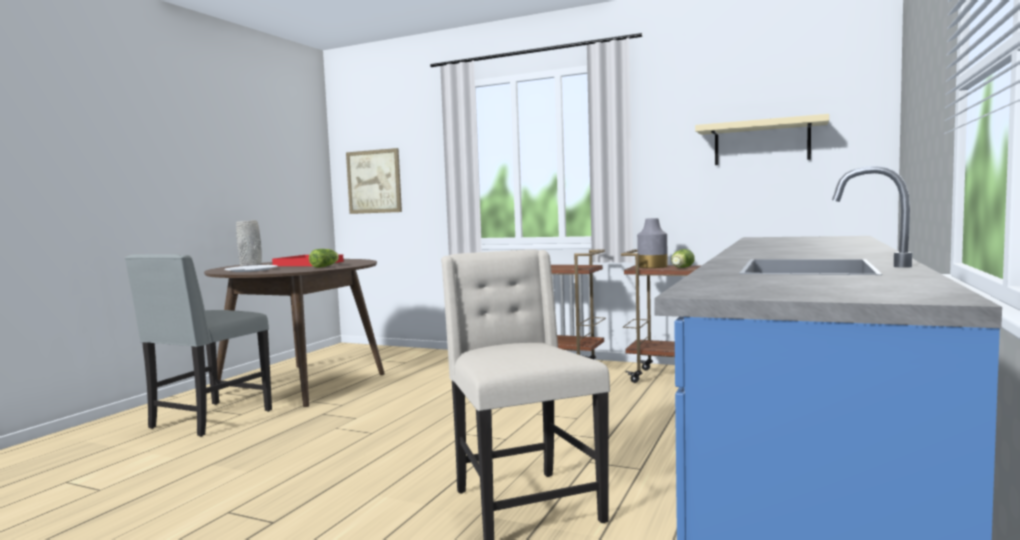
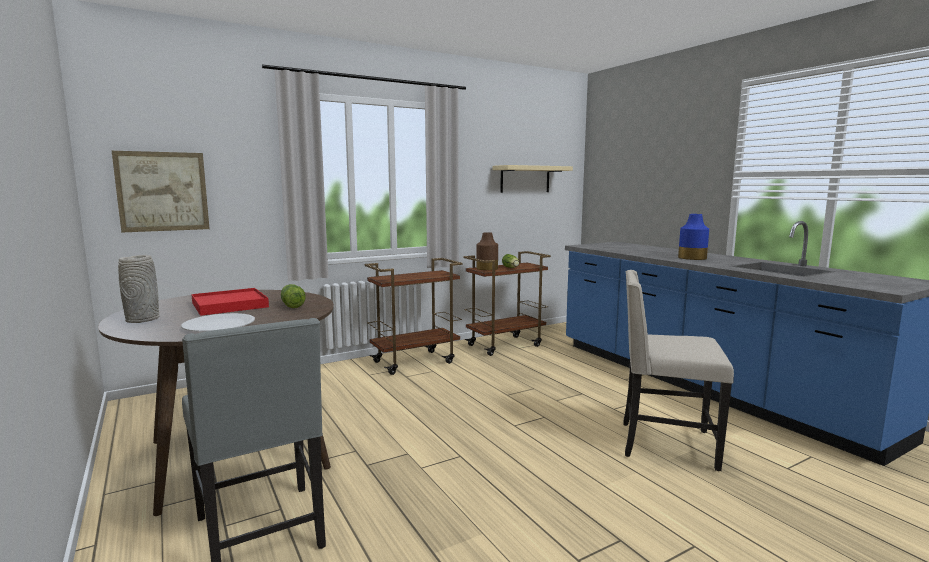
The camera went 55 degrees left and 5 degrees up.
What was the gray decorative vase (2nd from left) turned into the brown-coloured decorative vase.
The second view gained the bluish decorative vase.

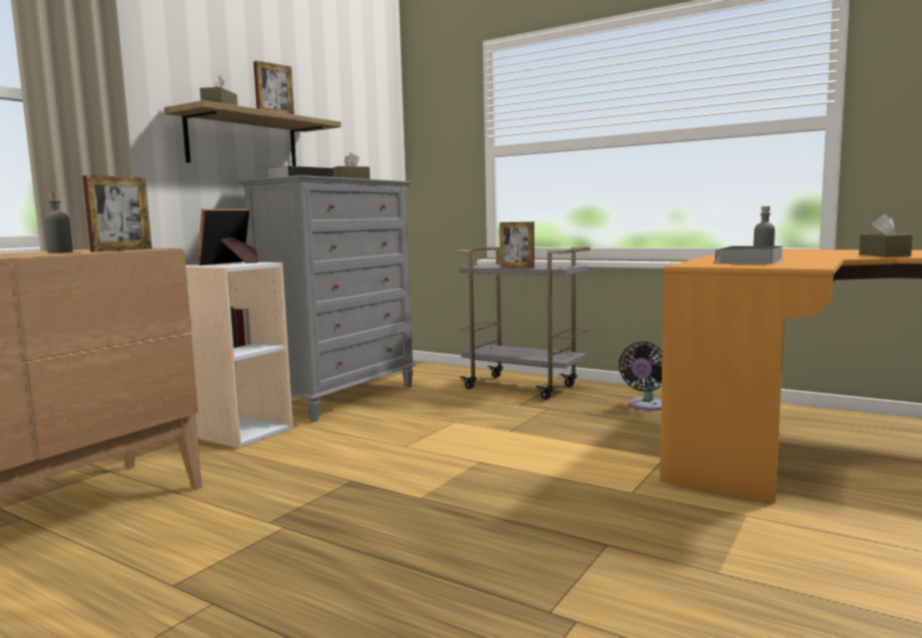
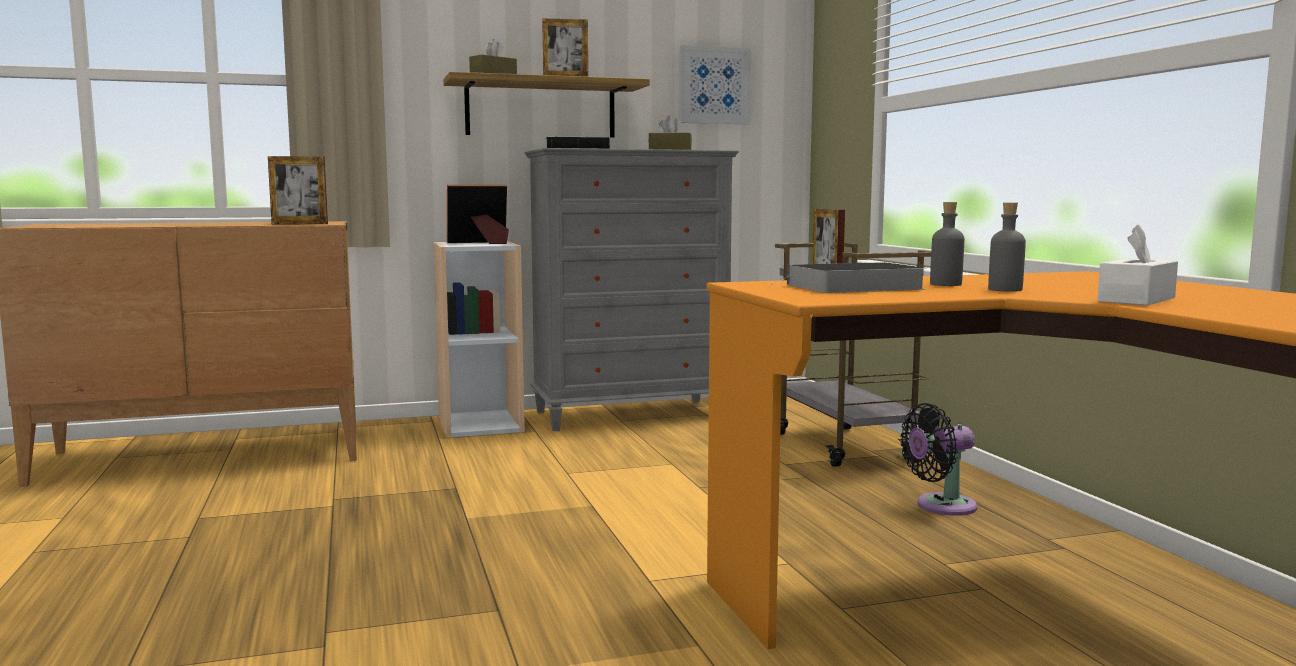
The camera went 40 degrees right and 0 degrees up.
The gray drink bottle (1st from left in the first image) ended up elsewhere.
What was the brown-coloured box of tissues (3rd from left) turned into the white-coloured box of tissues.
The second view gained the wall art.

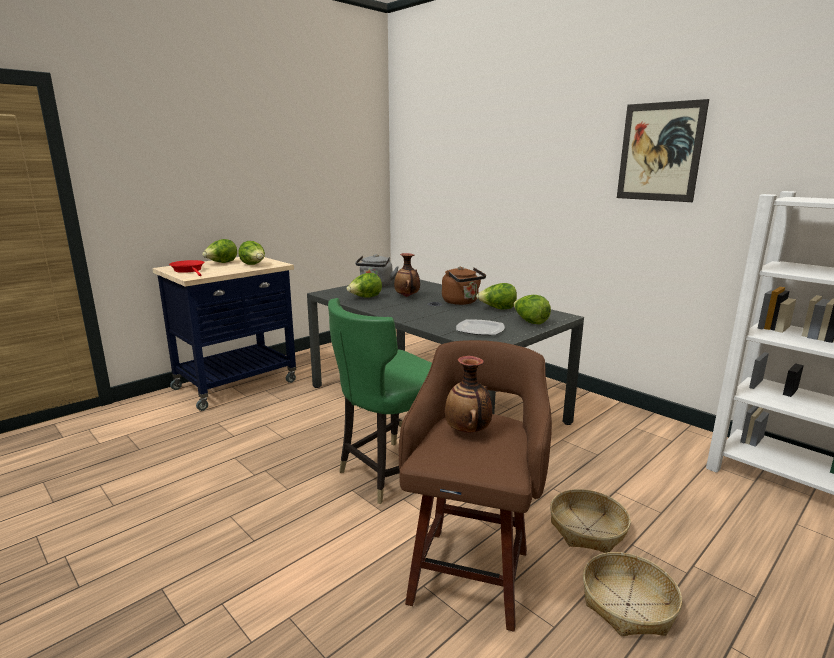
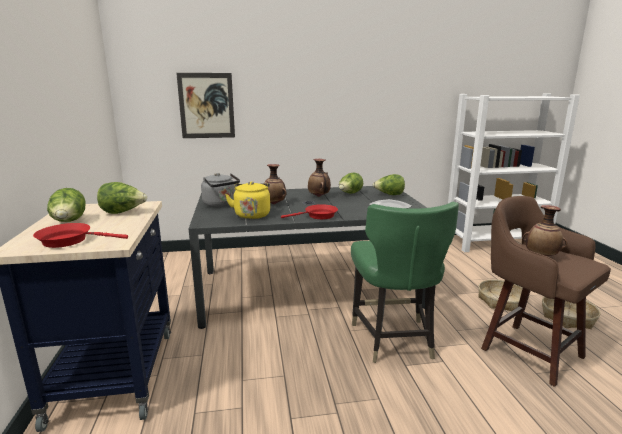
The camera went 55 degrees left and 0 degrees up.
Where the head of lettuce (3rd from left) stood, the yellow-coloured water kettle came to stand.
Where the brown-coloured water kettle stood, the decorative vase (2nd from left) came to stand.
The wall art ended up elsewhere.
The second view gained the red frying pan (2nd from left).

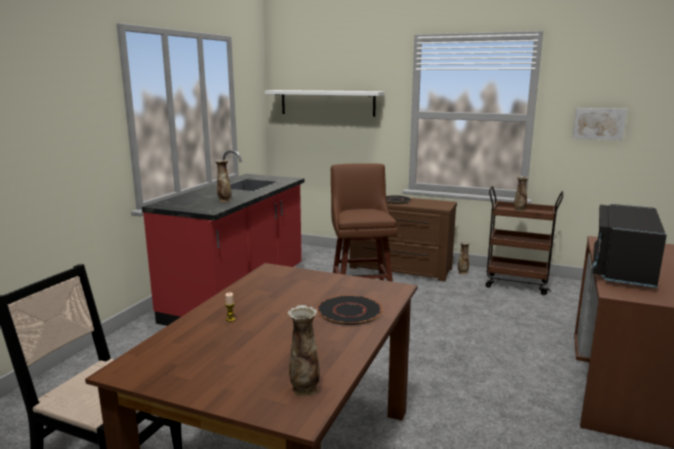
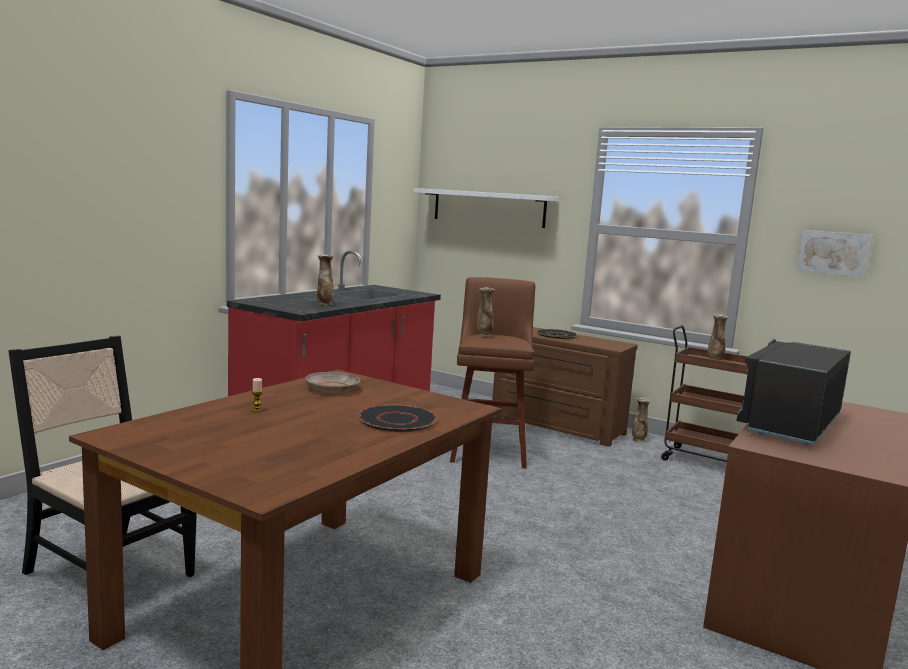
The camera went 10 degrees right and 5 degrees down.
The decorative vase (2nd from left) ended up elsewhere.
The second view gained the beige-coloured plate.

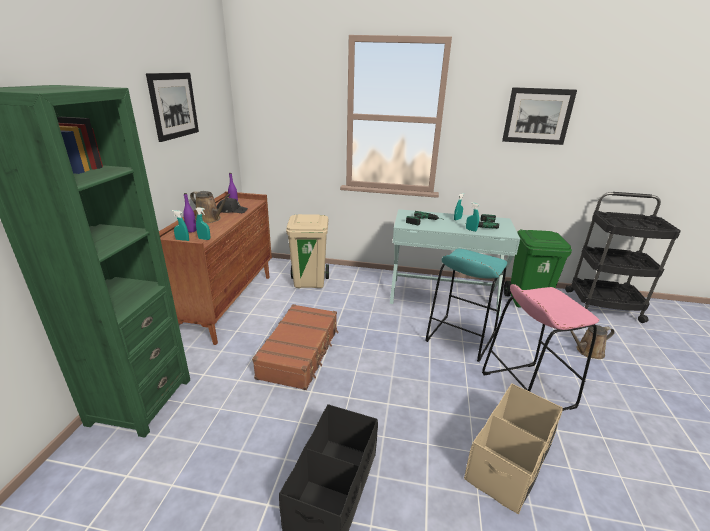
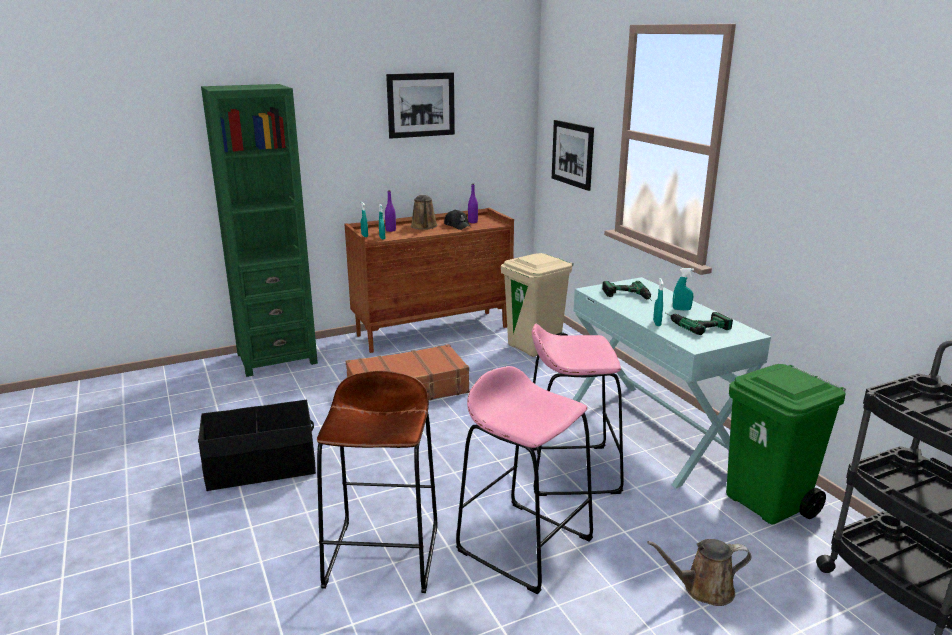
The camera went 55 degrees right and 5 degrees down.
What was the turquoise-coloured sitting stool turned into the pinkish sitting stool (2nd from left).
Where the beige-coloured storage box stood, the brown-coloured sitting stool came to stand.
The wall art (2nd from left) ended up elsewhere.
The brown-coloured sprinkling can (2nd from left) ended up facing another way, 45 degrees counterclockwise from before.

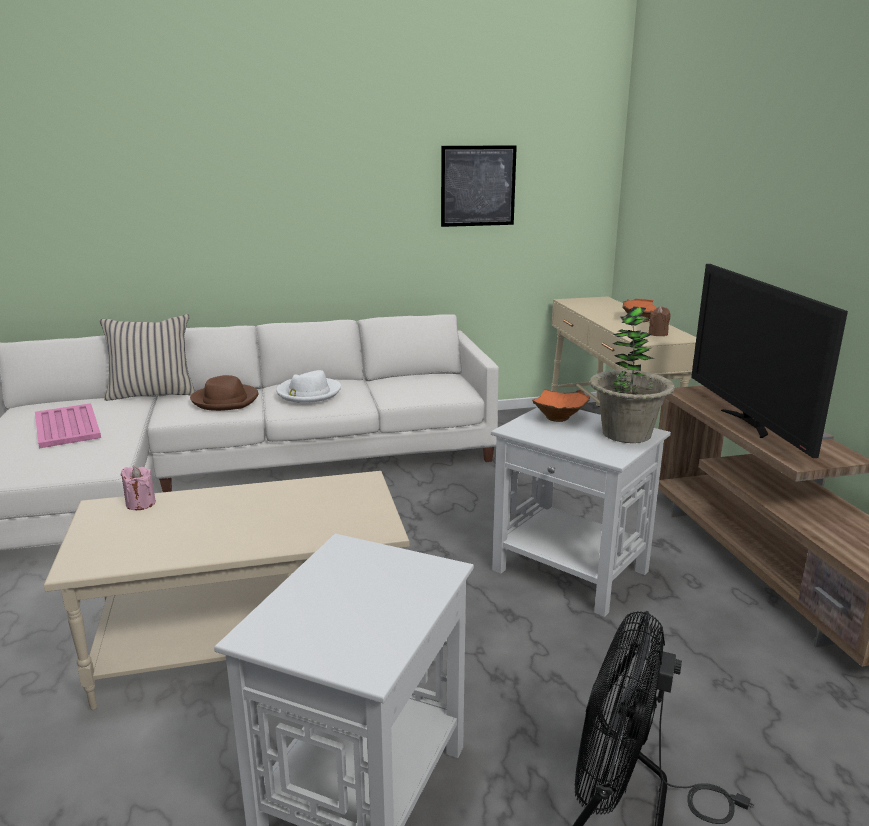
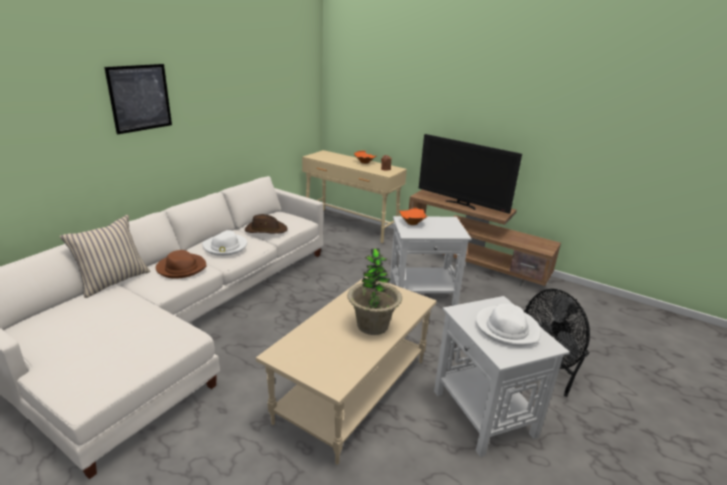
The camera went 45 degrees left and 5 degrees up.
The second view lost the pinkish tray.
The second view lost the pinkish wax candle.
The wall art ended up elsewhere.
The houseplant ended up elsewhere.
The second view gained the brown-coloured hat (2nd from left).
The second view gained the white-coloured hat (2nd from left).

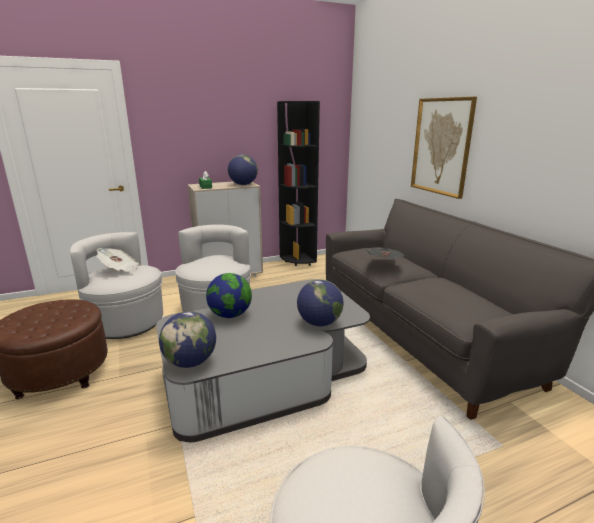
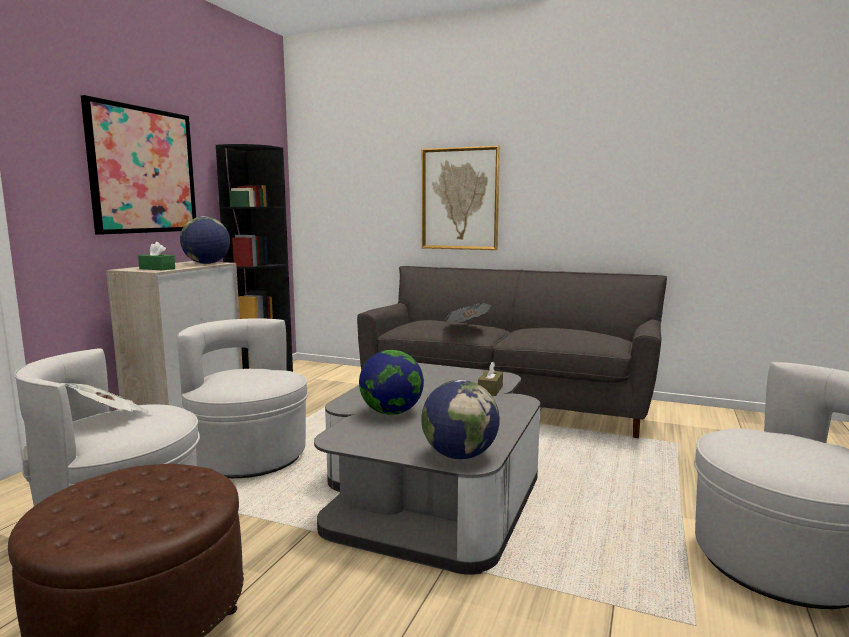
The camera went 45 degrees left and 10 degrees down.
Where the globe (4th from left) stood, the brown-coloured box of tissues came to stand.
The second view gained the wall art (1st from left).

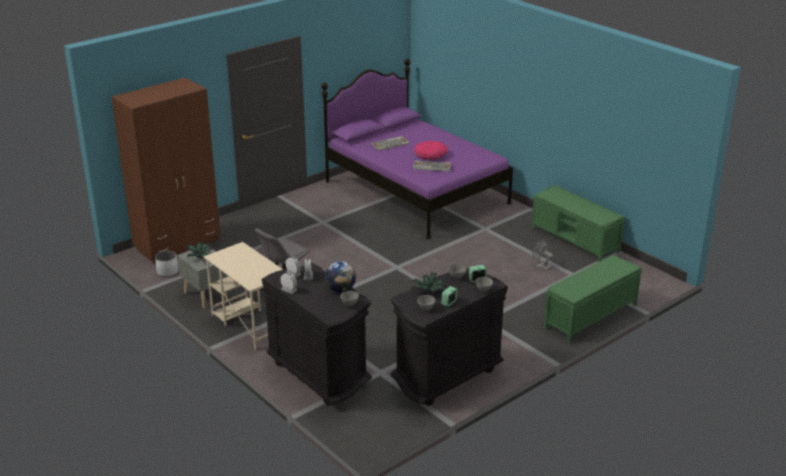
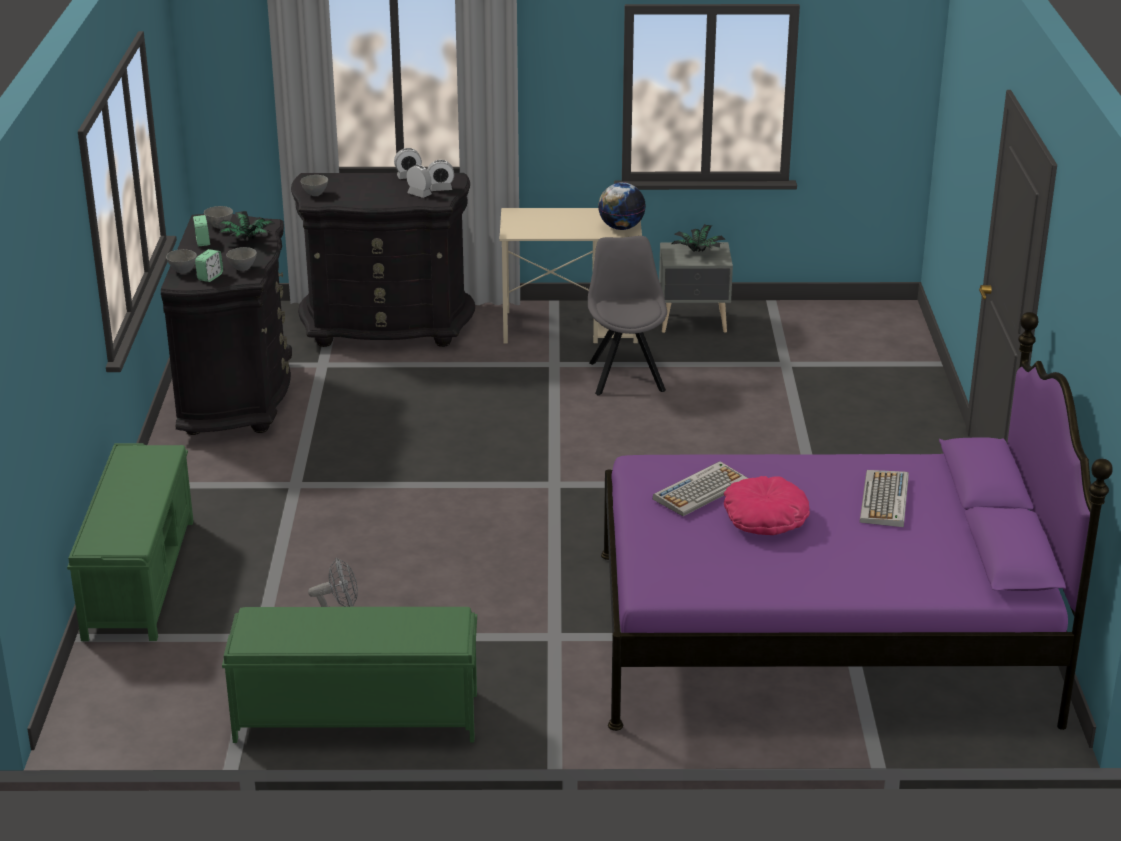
The camera went 130 degrees right and 0 degrees up.
The second view lost the brown-coloured clothes cupboard.
The second view lost the white-coloured flower pot.
The globe ended up elsewhere.

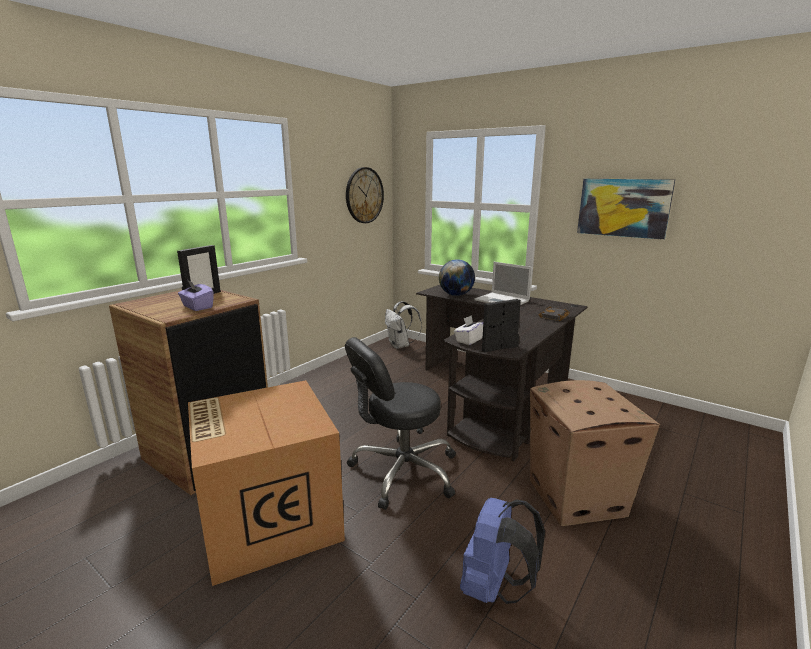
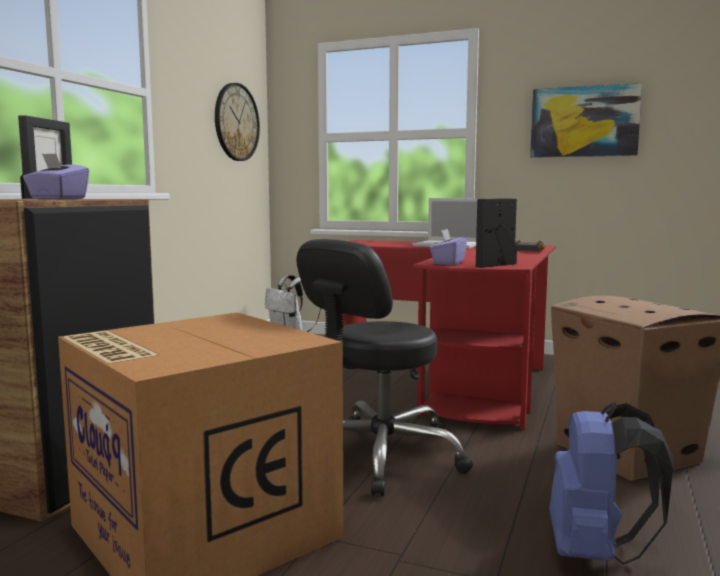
The camera went 15 degrees left and 10 degrees down.
What was the blackish desk unit turned into the red desk unit.
The second view lost the globe.
What was the white-coloured box of tissues turned into the purplish box of tissues (2nd from left).

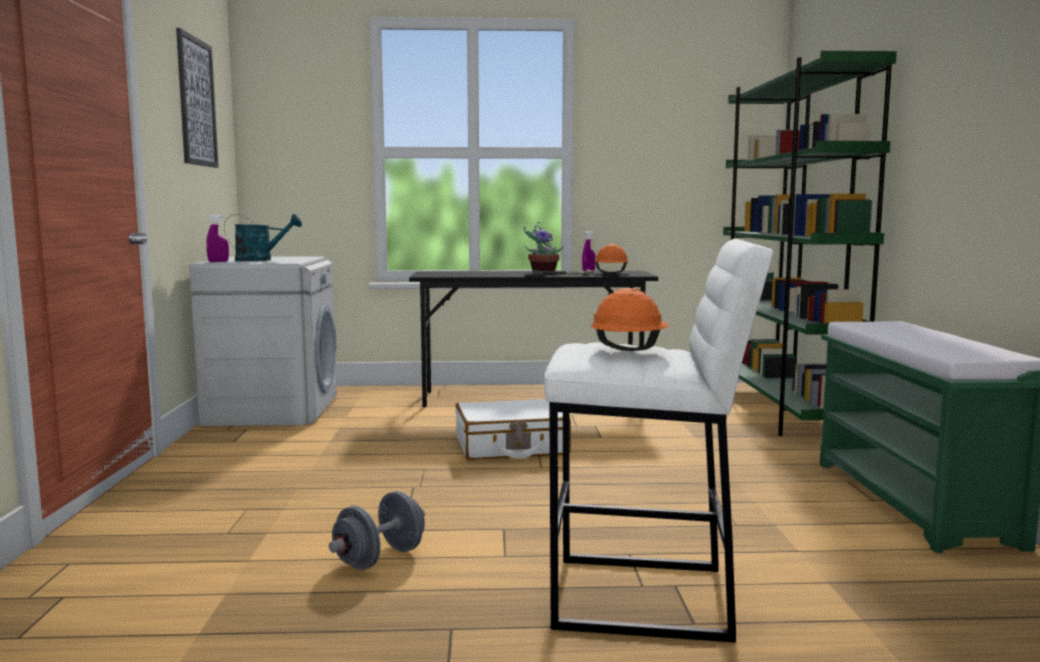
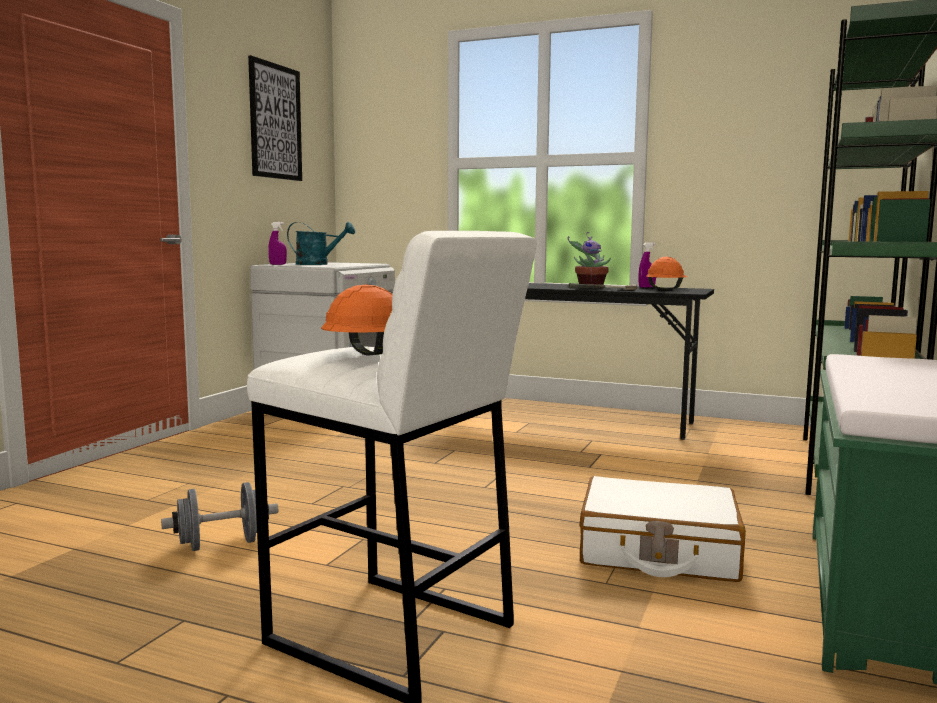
The camera went 25 degrees right and 0 degrees up.
The white-coloured suitcase ended up elsewhere.

